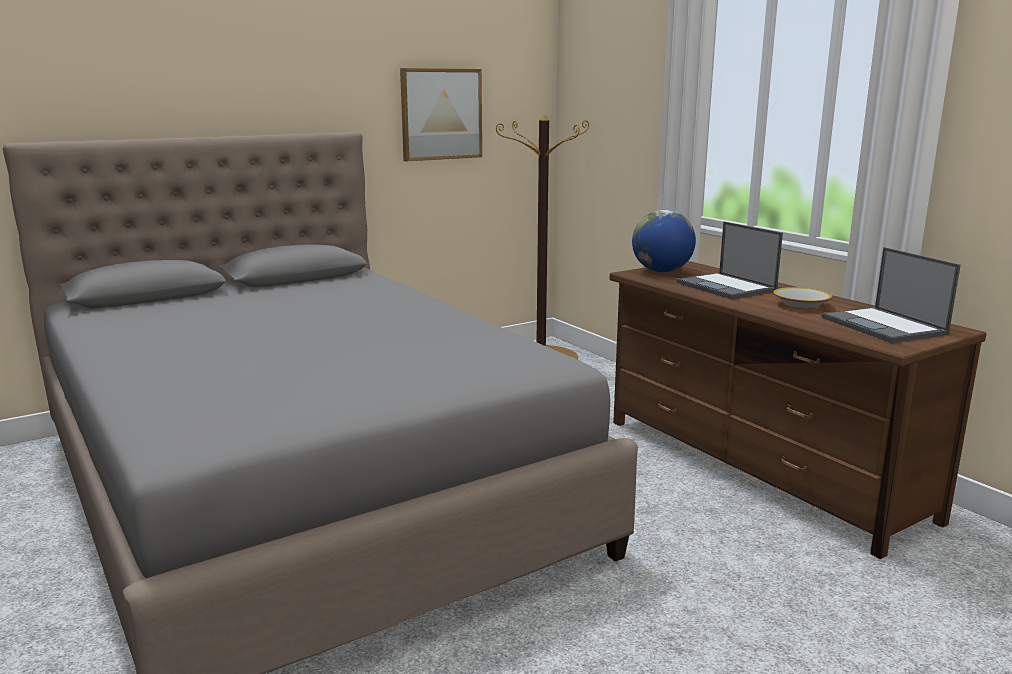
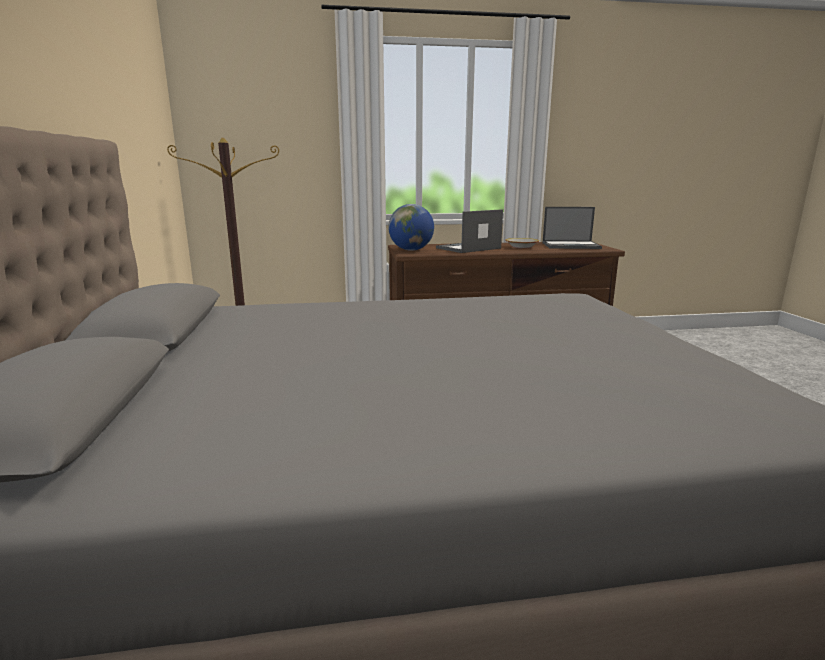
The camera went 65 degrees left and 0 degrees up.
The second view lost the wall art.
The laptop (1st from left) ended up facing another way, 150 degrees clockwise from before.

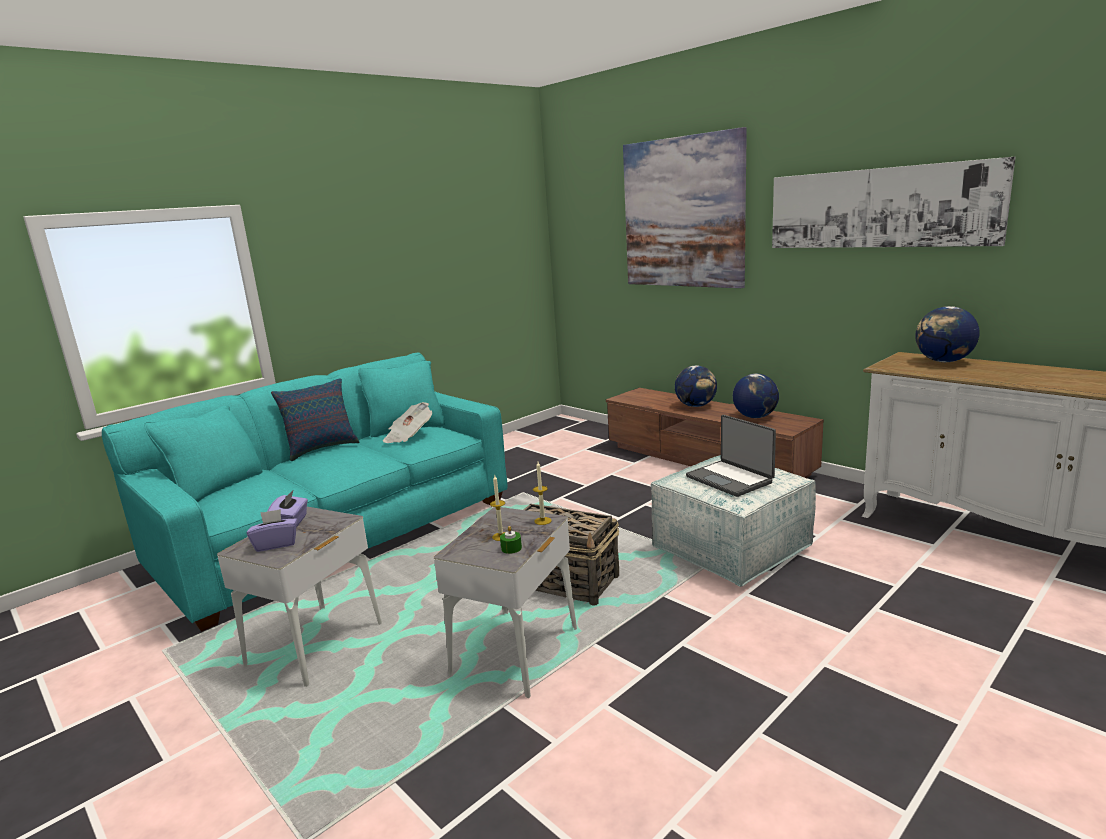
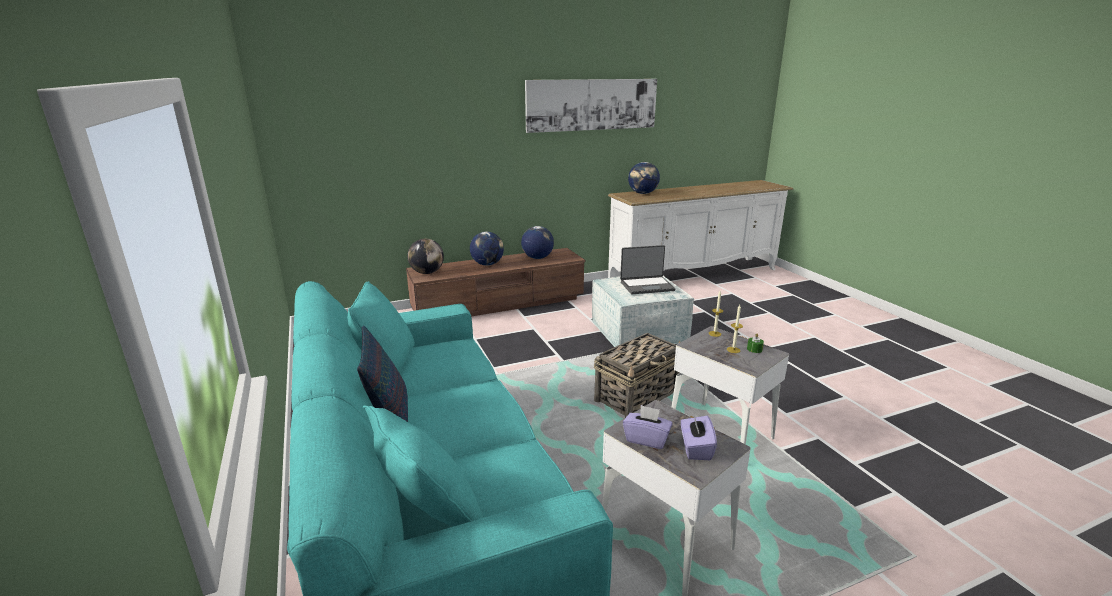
The camera went 70 degrees left and 5 degrees up.
The second view lost the daily paper.
The second view lost the wall art (1st from left).
The second view gained the globe (1st from left).

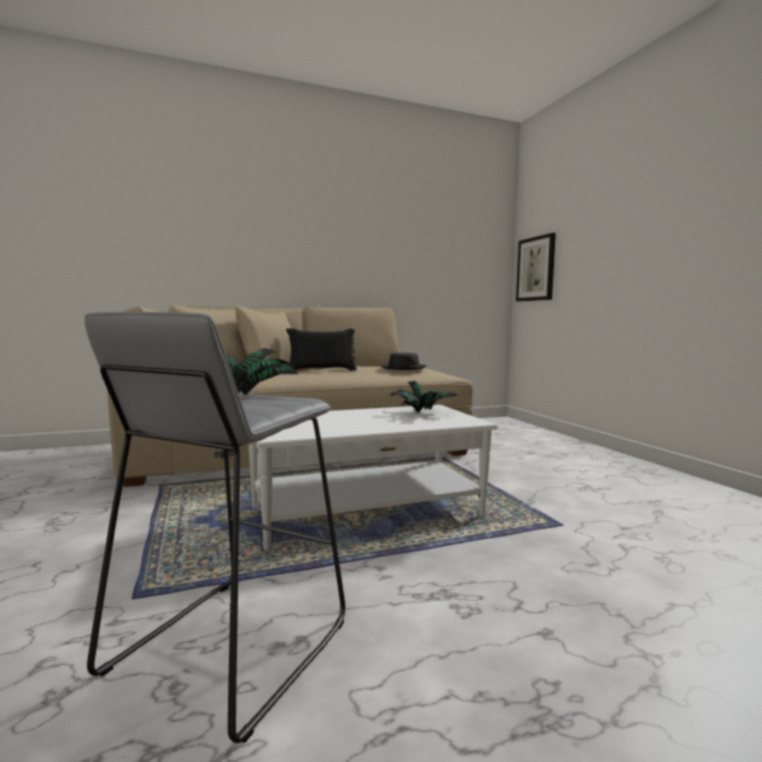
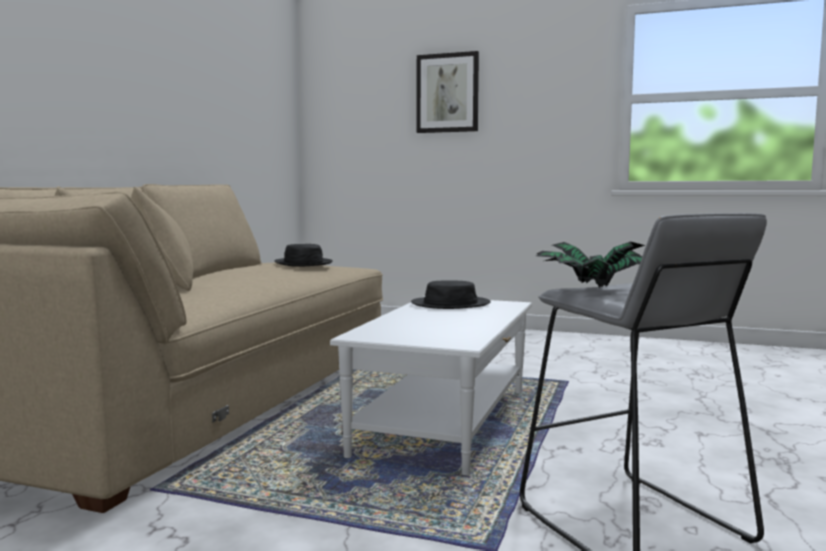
The camera went 50 degrees left and 0 degrees up.
The second view lost the blackish cushion.
Where the houseplant (2nd from left) stood, the blackish hat (2nd from left) came to stand.
The wall art ended up elsewhere.

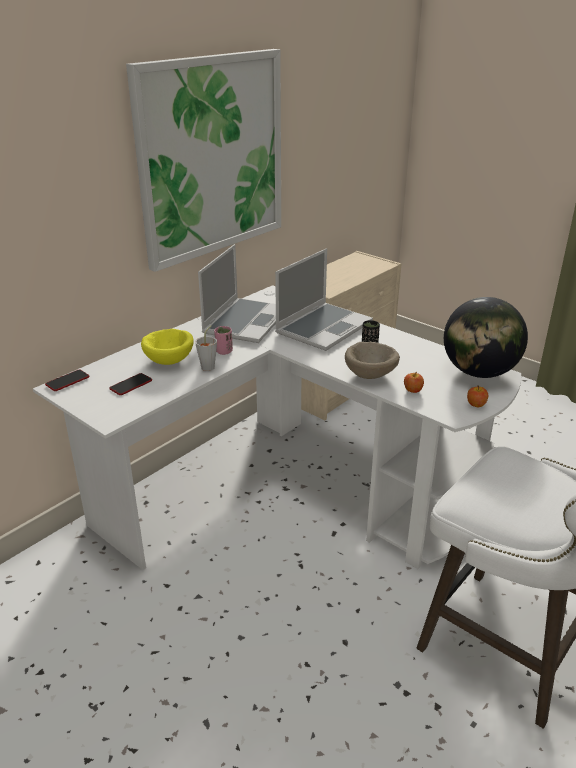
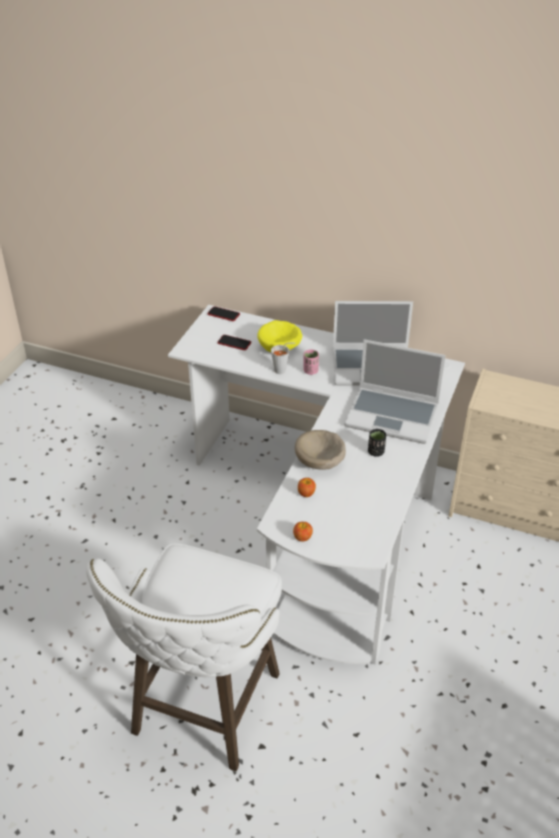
The camera went 70 degrees right and 10 degrees up.
The second view lost the wall art.
The second view lost the globe.

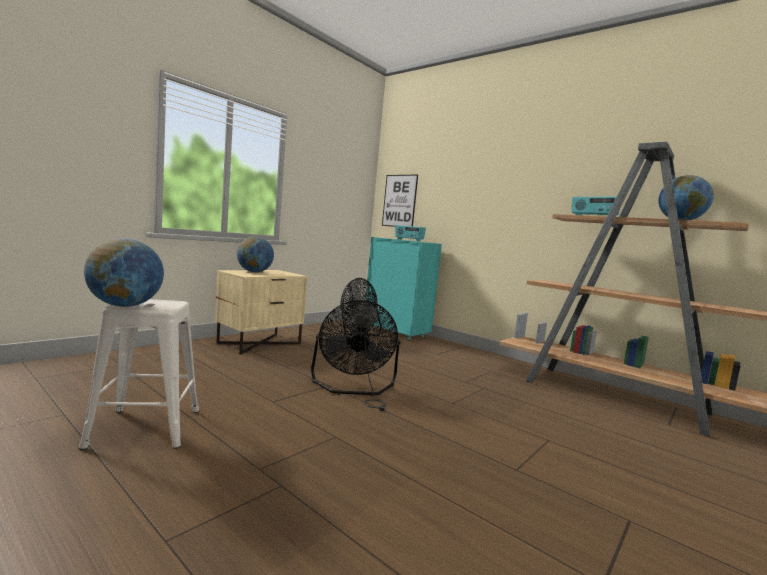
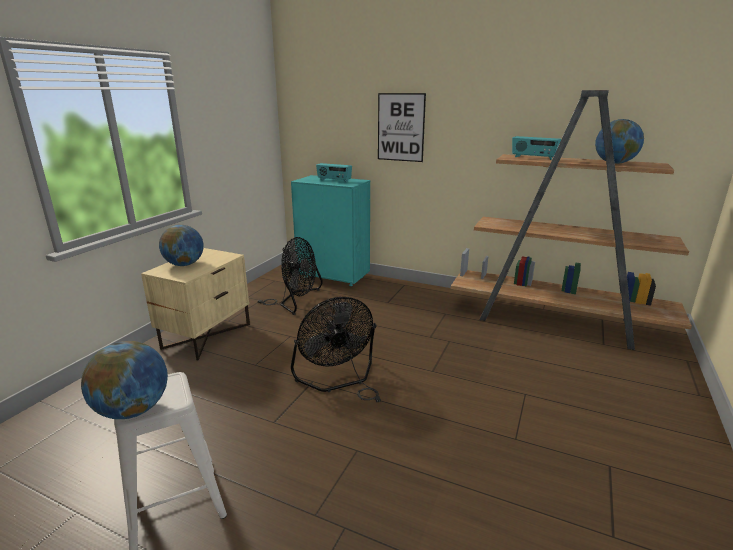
The camera went 15 degrees left and 15 degrees up.
The wall art ended up elsewhere.

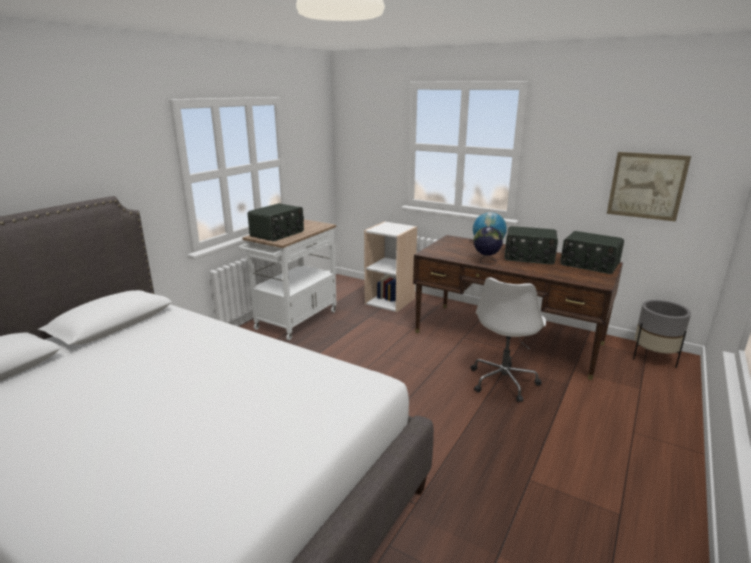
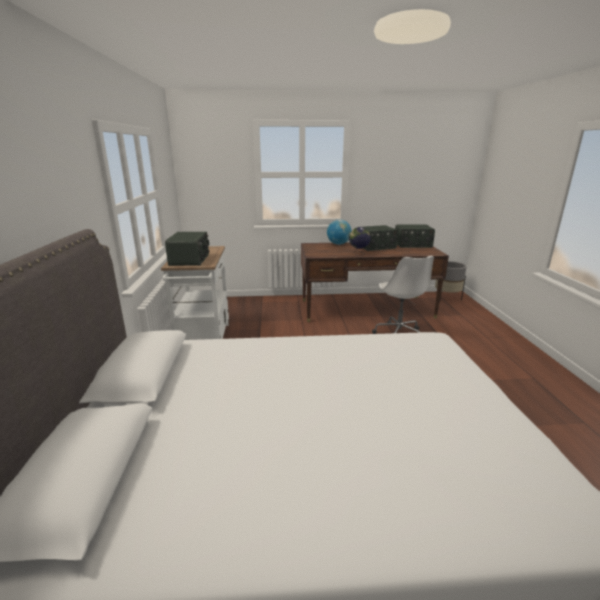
The camera went 35 degrees left and 0 degrees up.
The second view lost the bookshelf.
The second view lost the wall art.

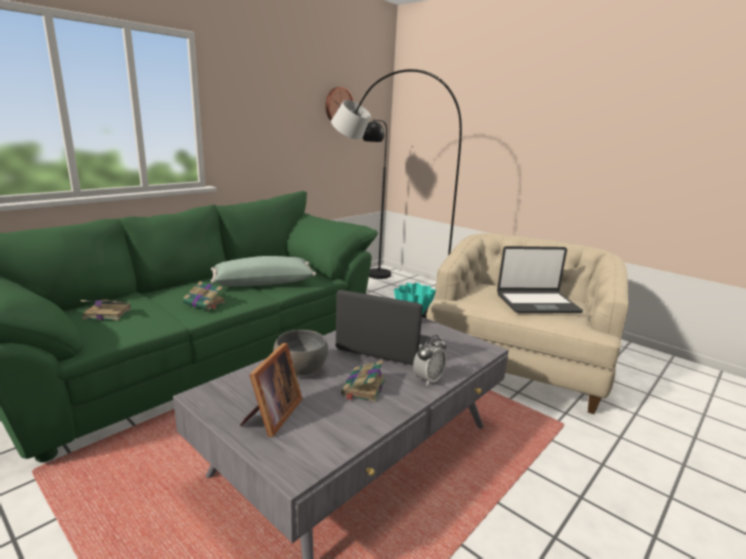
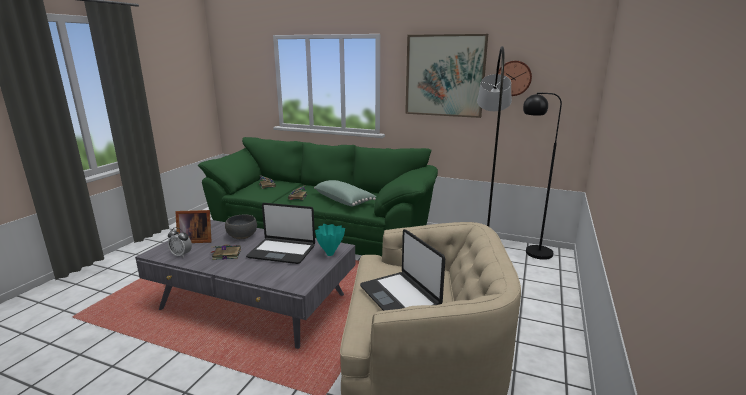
The camera went 70 degrees right and 0 degrees up.
The laptop (1st from left) ended up facing another way, 105 degrees clockwise from before.
The table clock ended up elsewhere.
The second view gained the wall art.

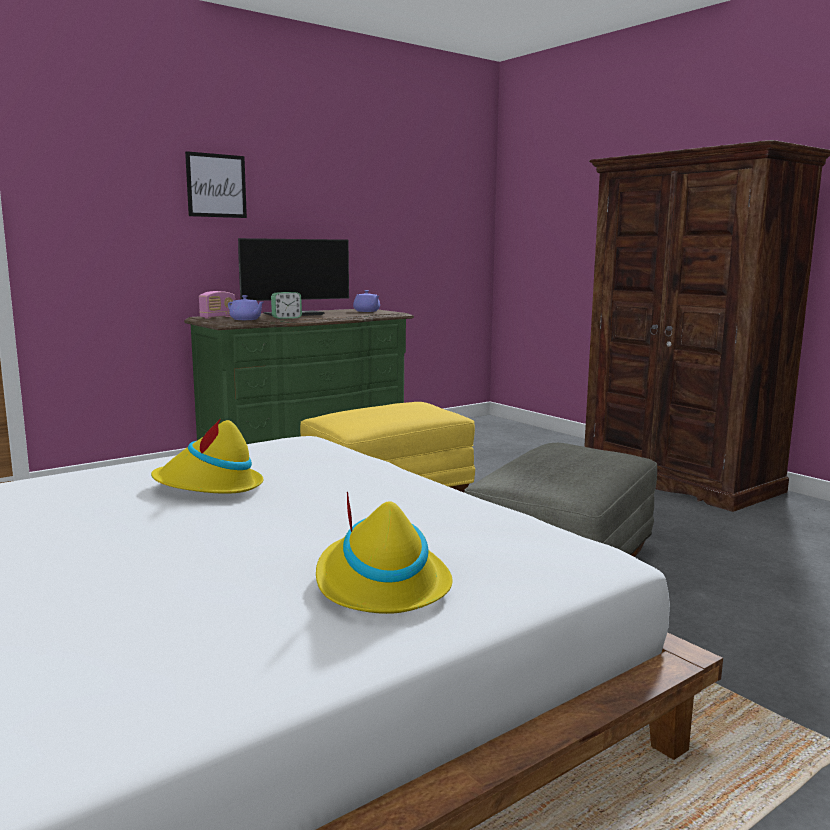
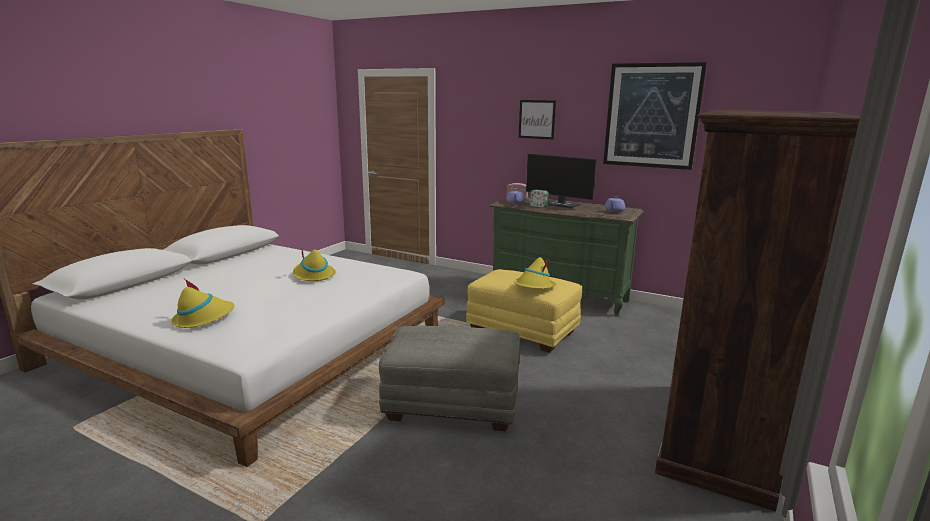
The camera went 65 degrees right and 5 degrees up.
The second view gained the yellow-coloured hat (3rd from left).
The second view gained the wall art (2nd from left).

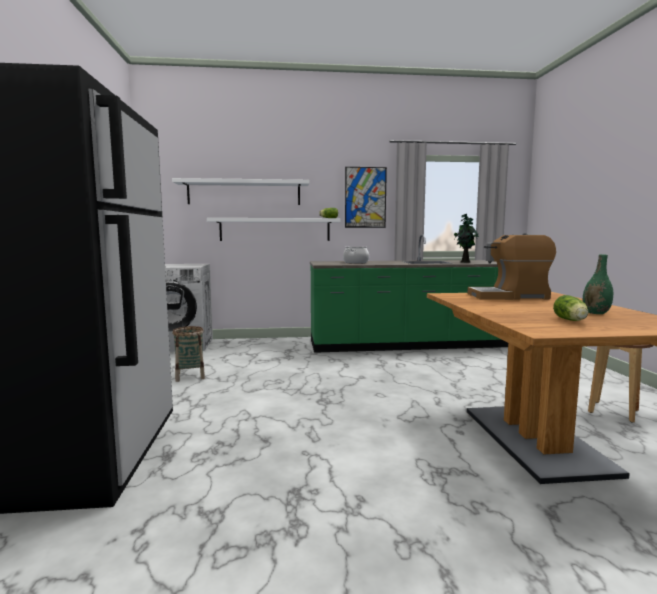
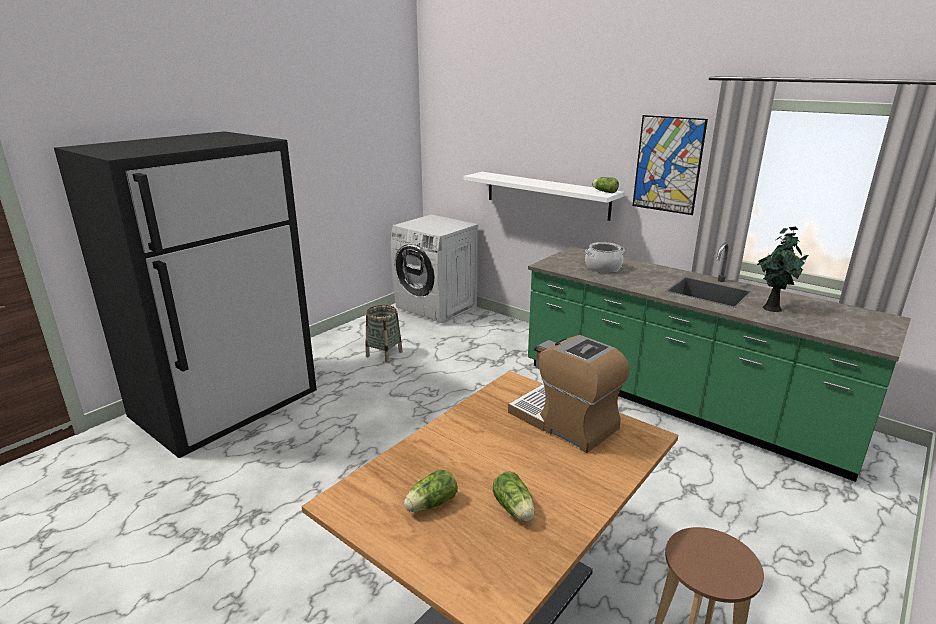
The camera went 45 degrees right and 15 degrees up.
The second view lost the white-coloured wall shelf (1st from left).
Where the green decorative vase stood, the head of lettuce (2nd from left) came to stand.

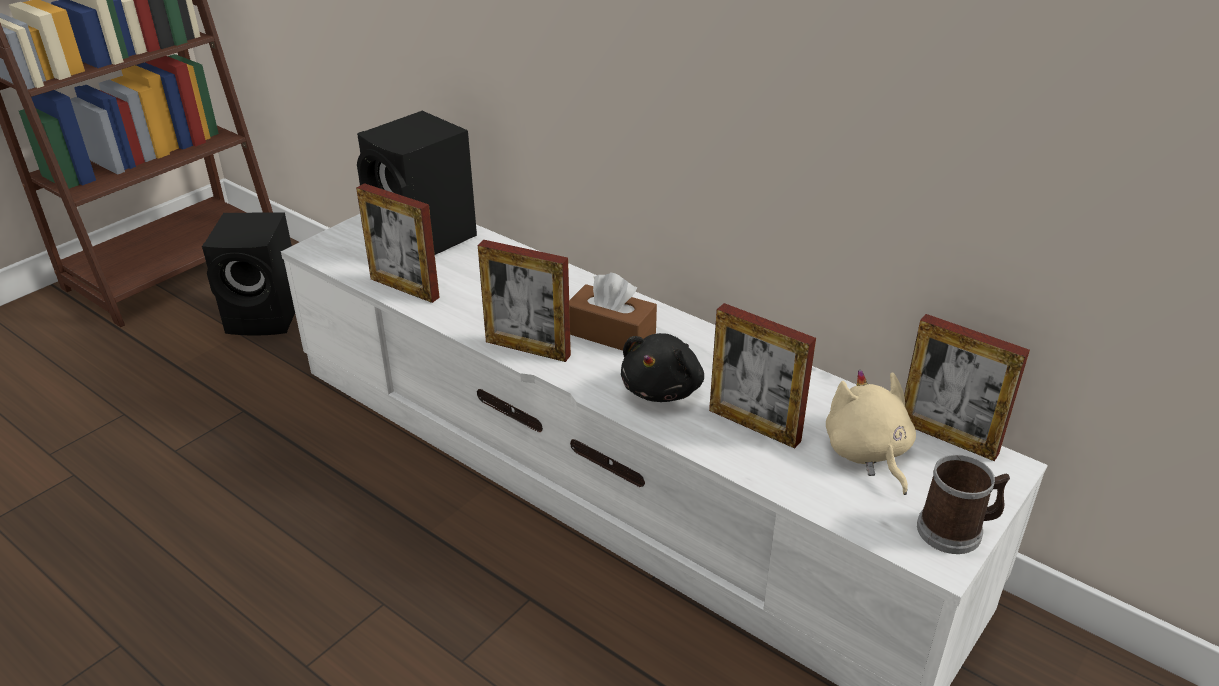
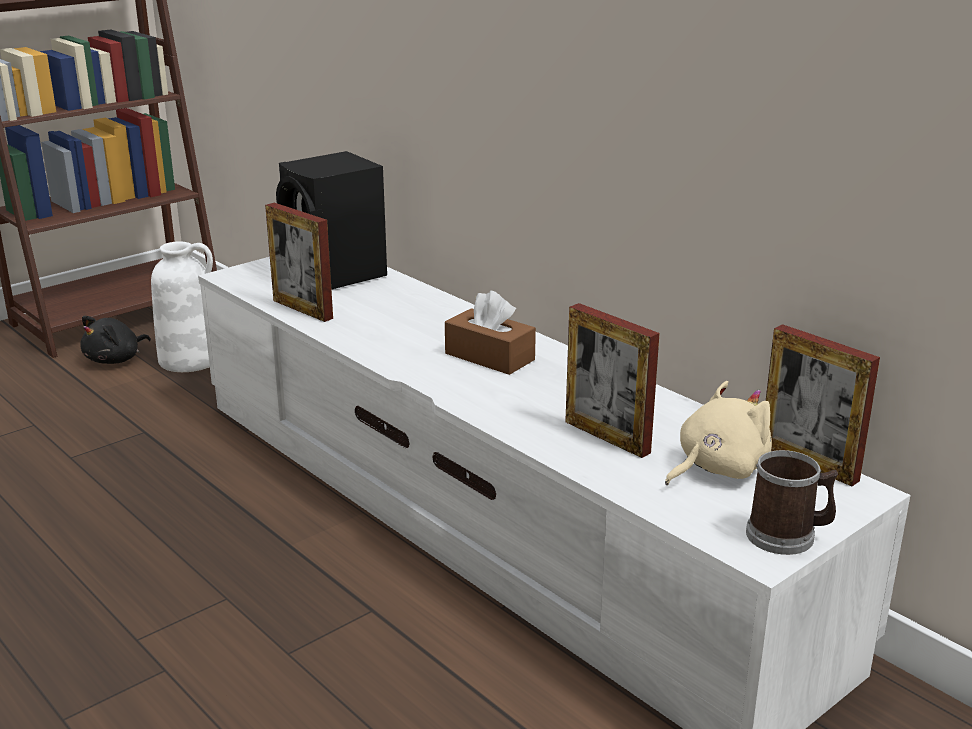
The camera went 10 degrees right and 10 degrees down.
Where the blackish loudspeaker (1st from left) stood, the white-coloured decorative vase came to stand.
The second view lost the standing frame (2nd from left).
The blackish plush toy ended up elsewhere.
The beige-coloured plush toy ended up facing another way, 60 degrees clockwise from before.

